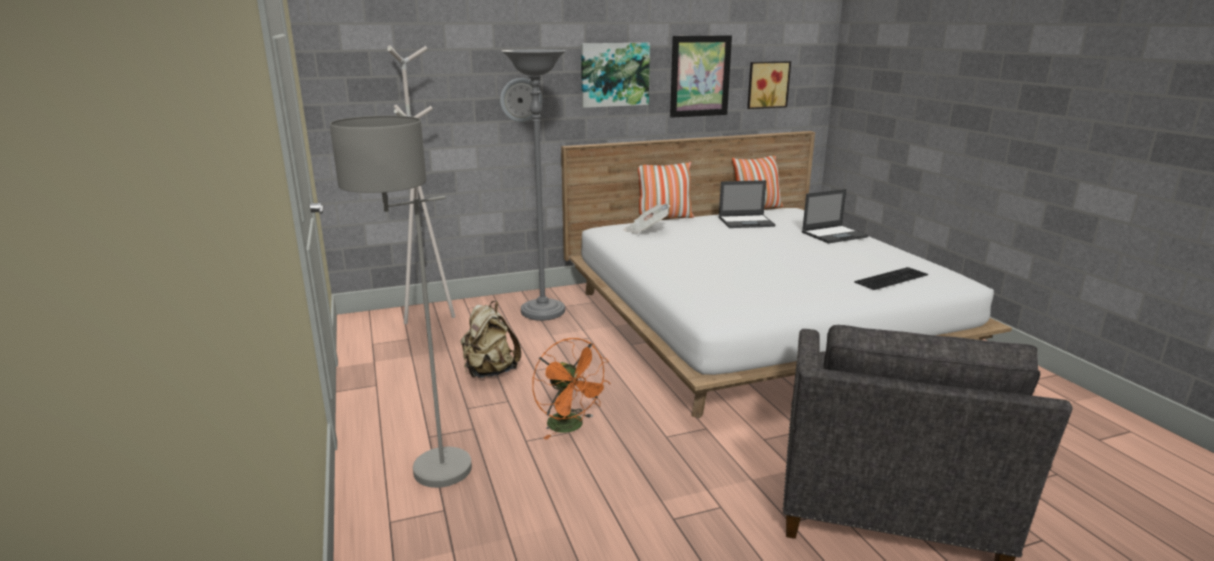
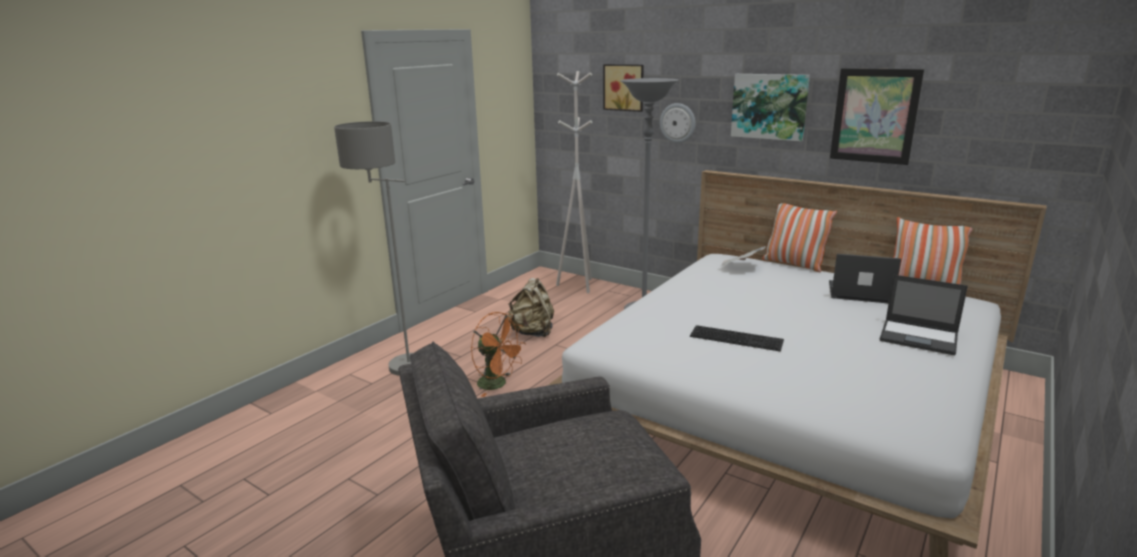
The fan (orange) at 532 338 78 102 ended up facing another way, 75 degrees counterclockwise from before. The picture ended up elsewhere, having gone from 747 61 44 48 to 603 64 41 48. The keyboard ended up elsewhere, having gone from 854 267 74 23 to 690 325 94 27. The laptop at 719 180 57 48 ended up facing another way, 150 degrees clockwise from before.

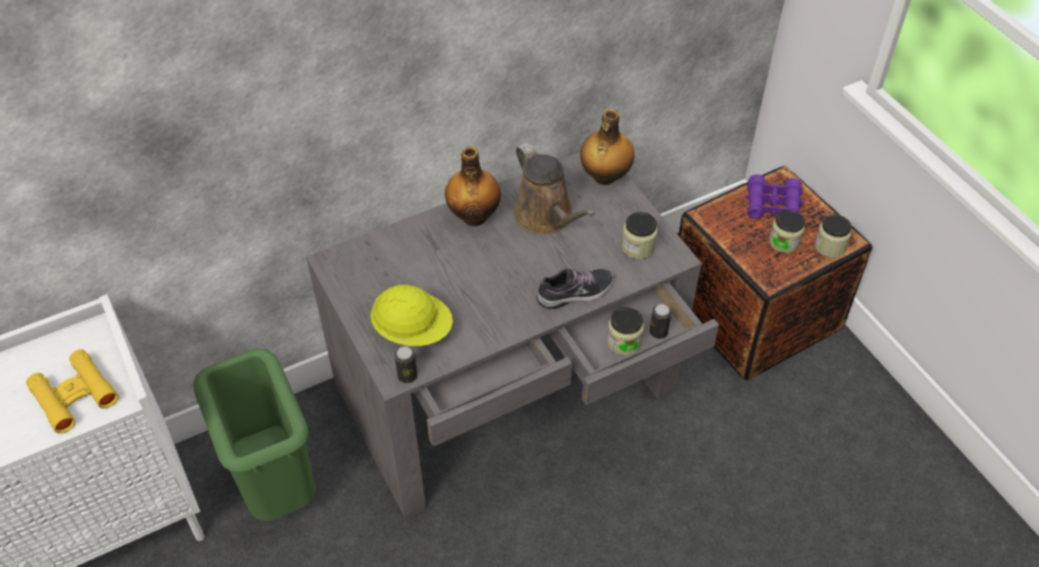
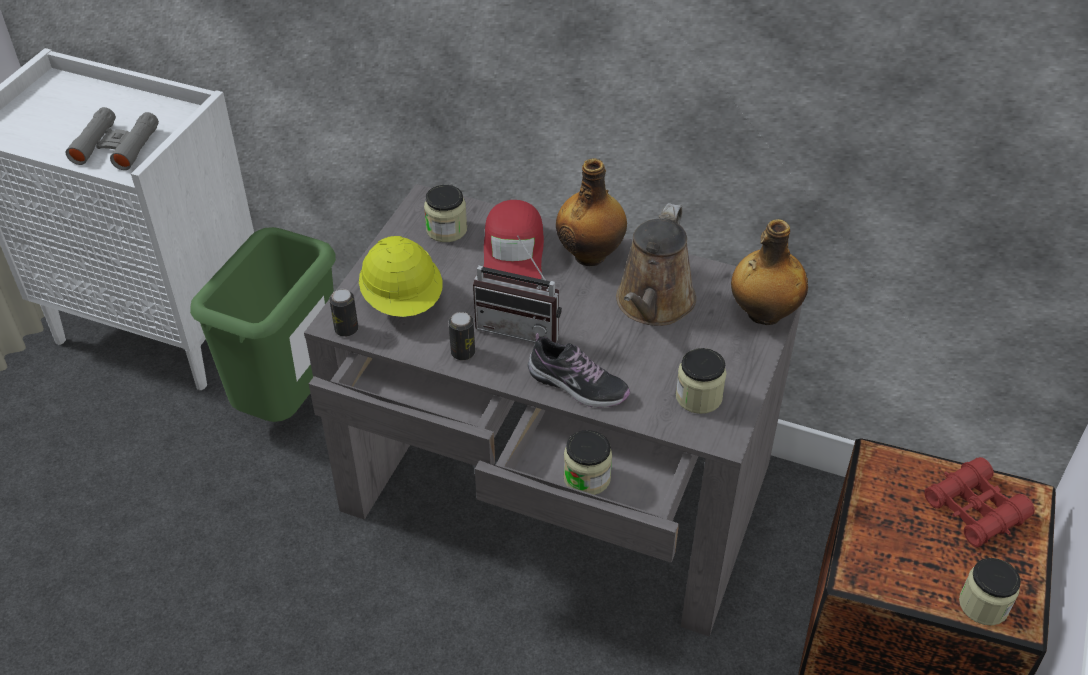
What was the binoculars (yellow) at 26 349 93 85 turned into the binoculars (grey) at 66 107 93 63. The jar ended up elsewhere, having gone from 769 210 36 43 to 424 185 43 57. The can ended up elsewhere, having gone from 650 304 21 35 to 449 312 26 48. The second view gained the radio at 473 235 89 108. The second view gained the cap (red) at 484 200 60 85. What was the binoculars (purple) at 744 174 60 45 turned into the binoculars (red) at 924 457 111 90.

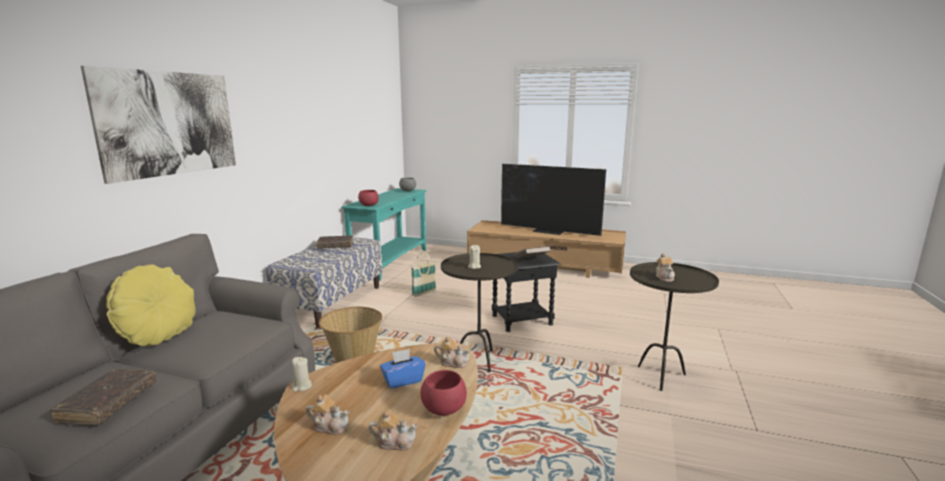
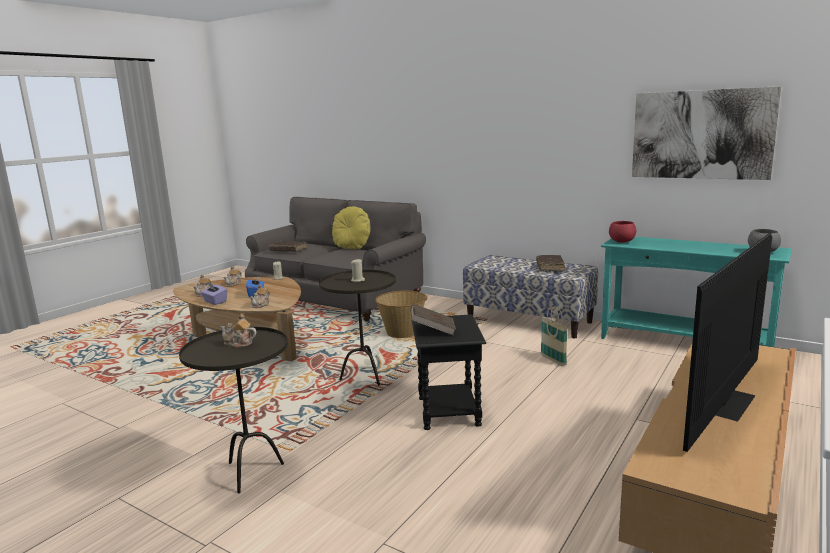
Where the bowl (red) stood at 420 370 47 46, the tissue box (purple) came to stand at 201 283 26 22. The picture ended up elsewhere, having gone from 81 66 155 118 to 632 86 150 94.

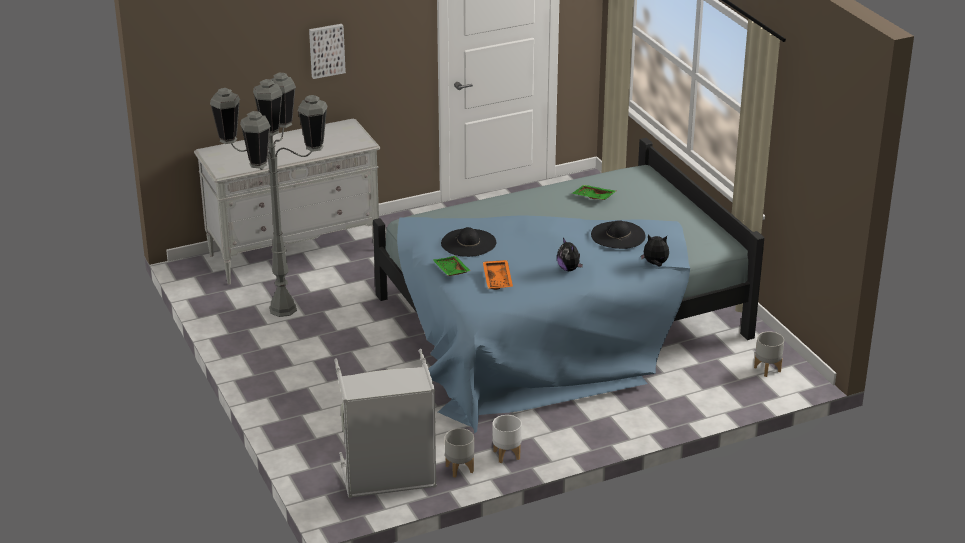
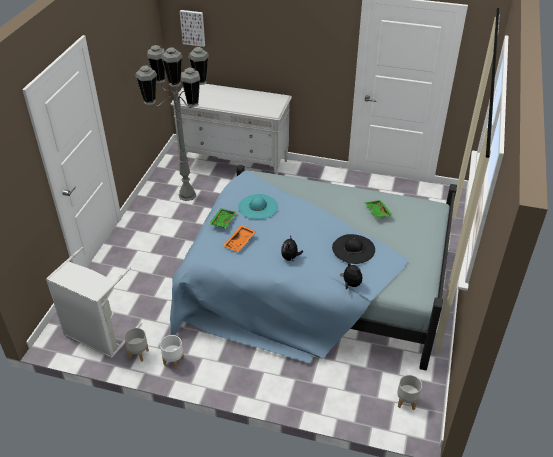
The picture ended up elsewhere, having gone from 309 24 37 55 to 180 10 25 37. What was the hat (black) at 441 227 55 30 turned into the hat (turquoise) at 238 194 40 25.

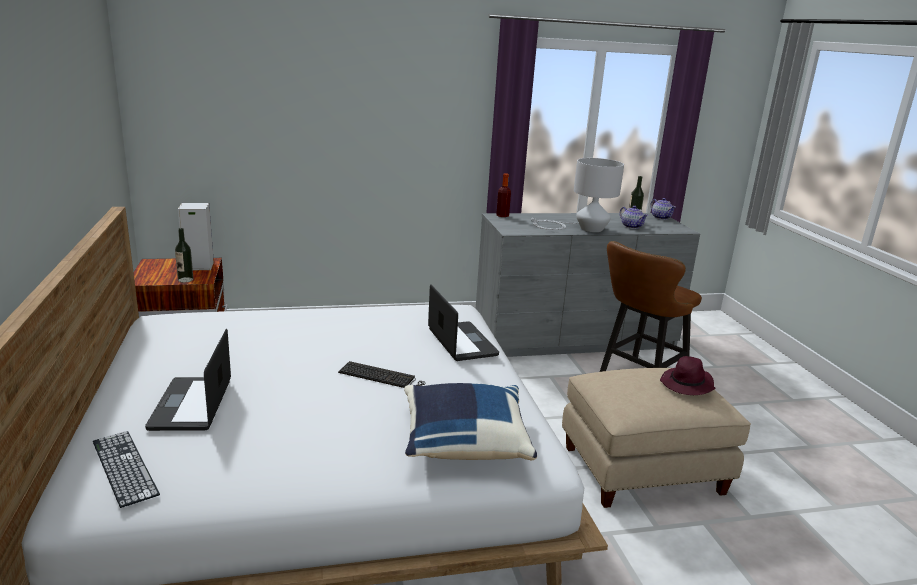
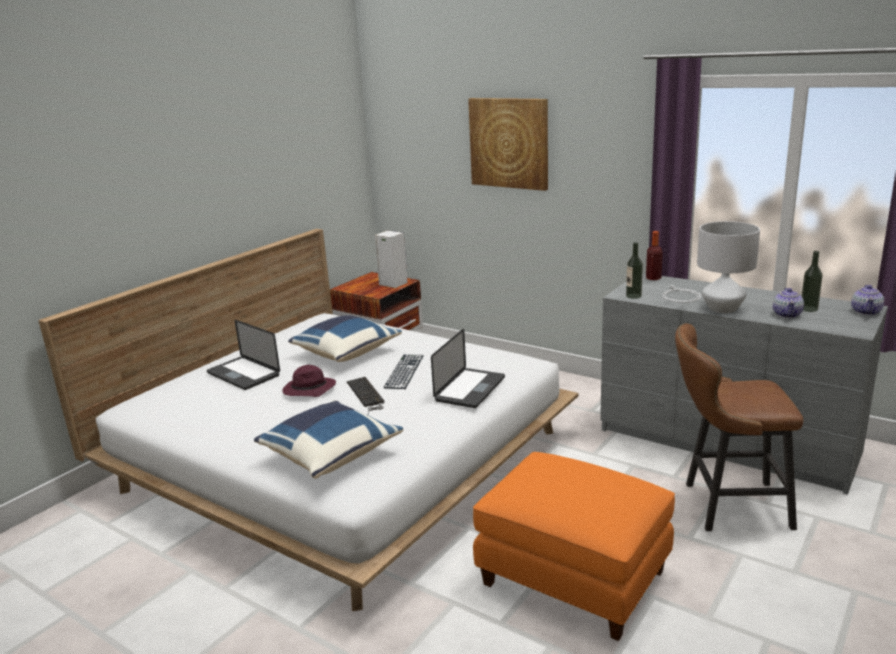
The laptop at 145 329 86 102 ended up facing another way, 90 degrees counterclockwise from before. The hat (purple) ended up elsewhere, having gone from 660 356 55 39 to 282 365 54 32. The second view gained the pillow (blue) at 288 315 114 47. The keyboard ended up elsewhere, having gone from 93 431 67 77 to 383 354 41 35. The second view gained the picture at 468 98 80 93. What was the ottoman (beige) at 562 368 189 140 turned into the ottoman (orange) at 473 452 202 189. The bottle ended up elsewhere, having gone from 175 228 19 55 to 626 242 17 57.

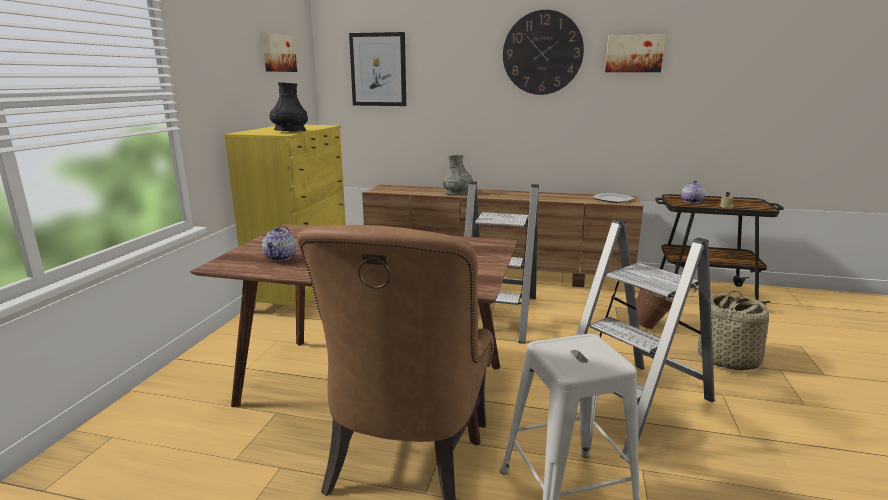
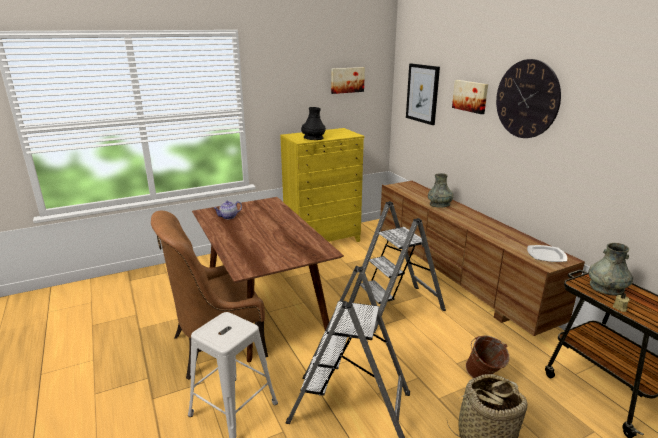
The picture ended up elsewhere, having gone from 605 34 60 38 to 452 80 36 34. Where the teapot stood at 681 180 24 23, the vase (grey) came to stand at 588 243 45 53.

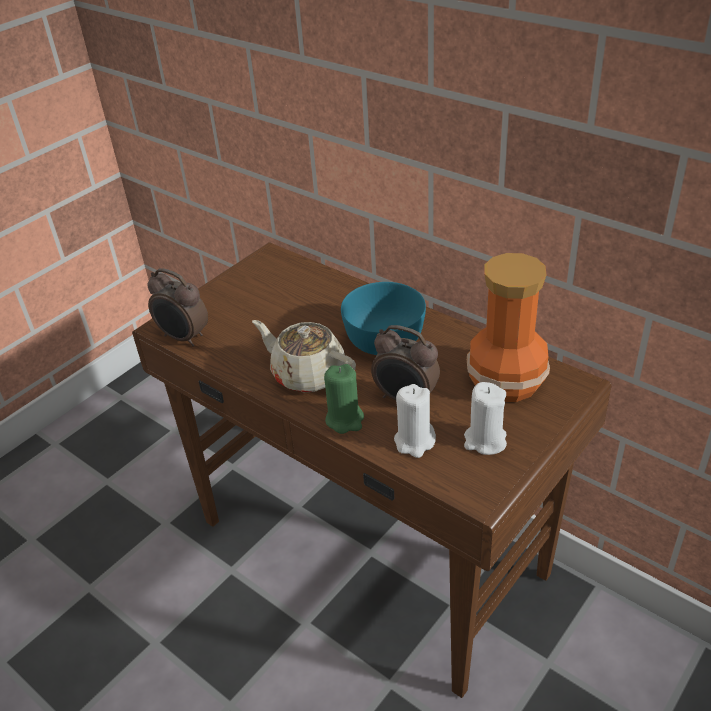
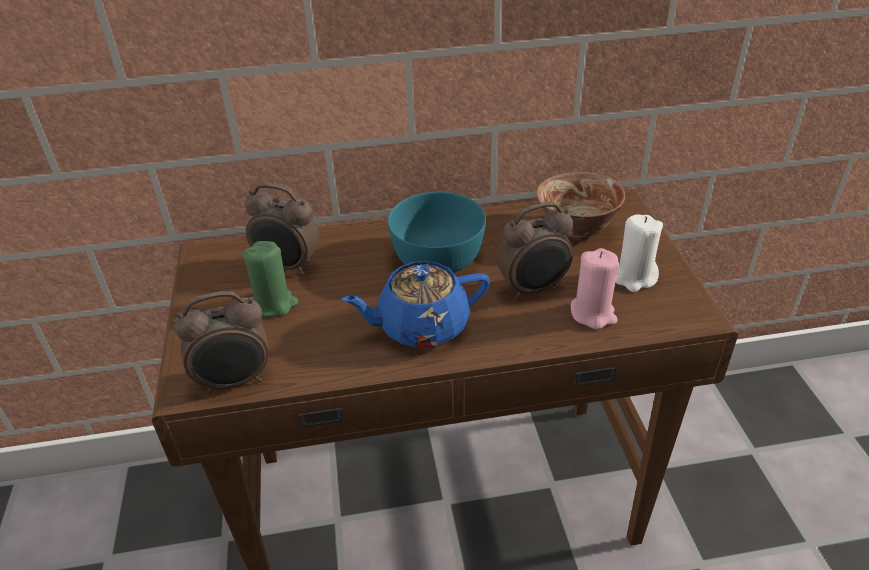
The candle (green) ended up elsewhere, having gone from 324 364 40 70 to 242 241 56 76. The second view gained the alarm clock at 245 183 75 92. What was the teapot (beige) at 252 320 104 72 turned into the teapot (blue) at 341 261 149 87. Where the vase stood at 467 253 83 149, the bowl came to stand at 536 172 89 68. What was the candle (white) at 394 384 42 74 turned into the candle (pink) at 571 248 48 81.

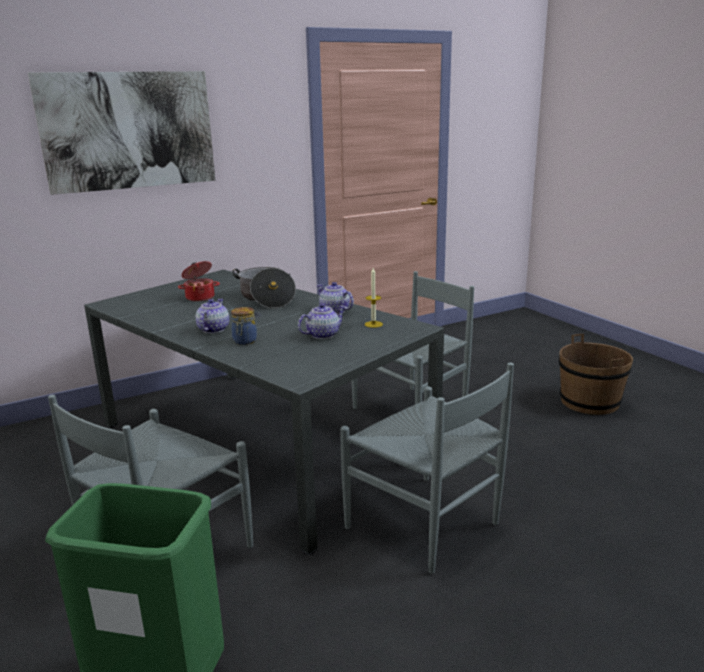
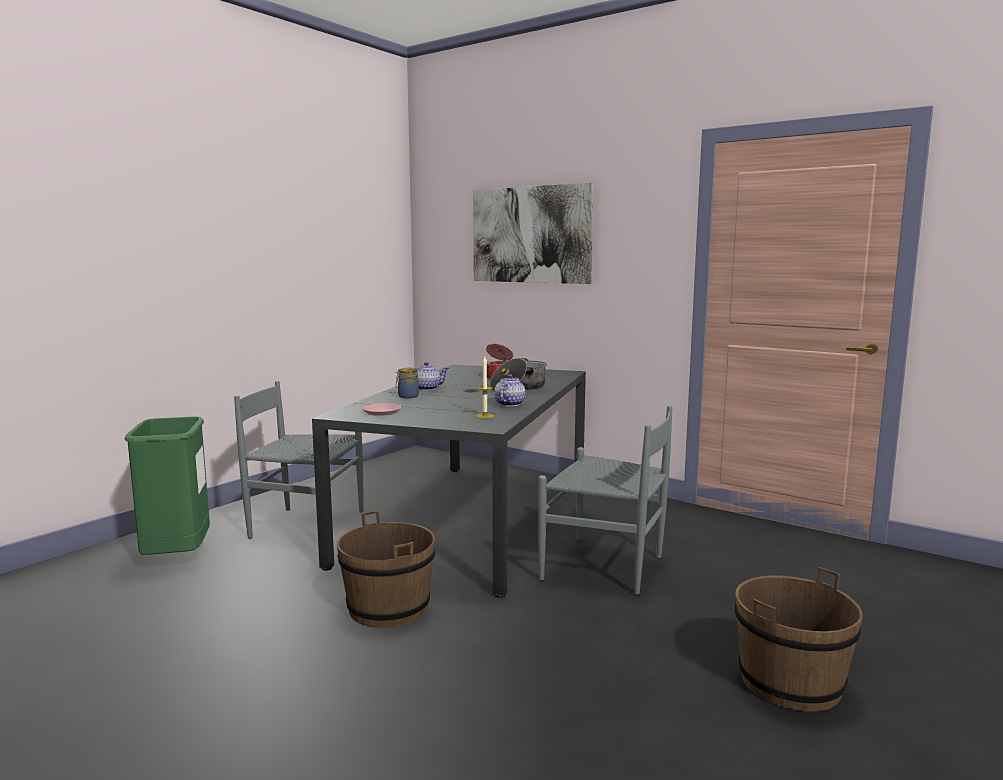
Where the chair (grey) stood at 340 363 174 211, the bucket (brown) came to stand at 337 511 98 117. The second view gained the plate (pink) at 362 403 39 13. The second view lost the teapot at 298 303 48 36.

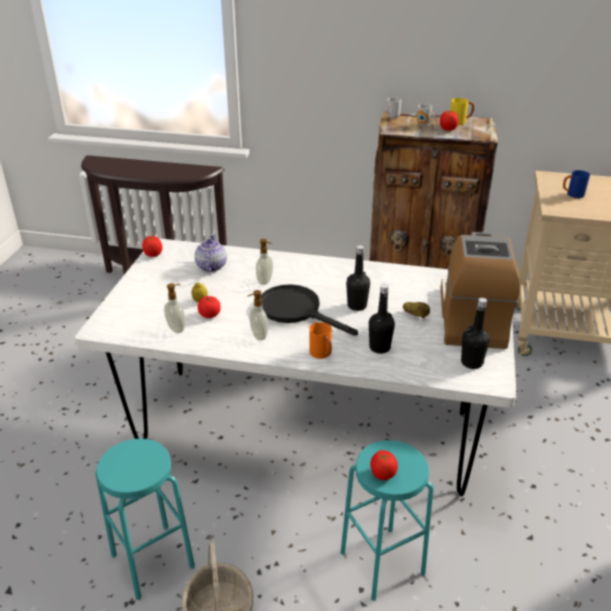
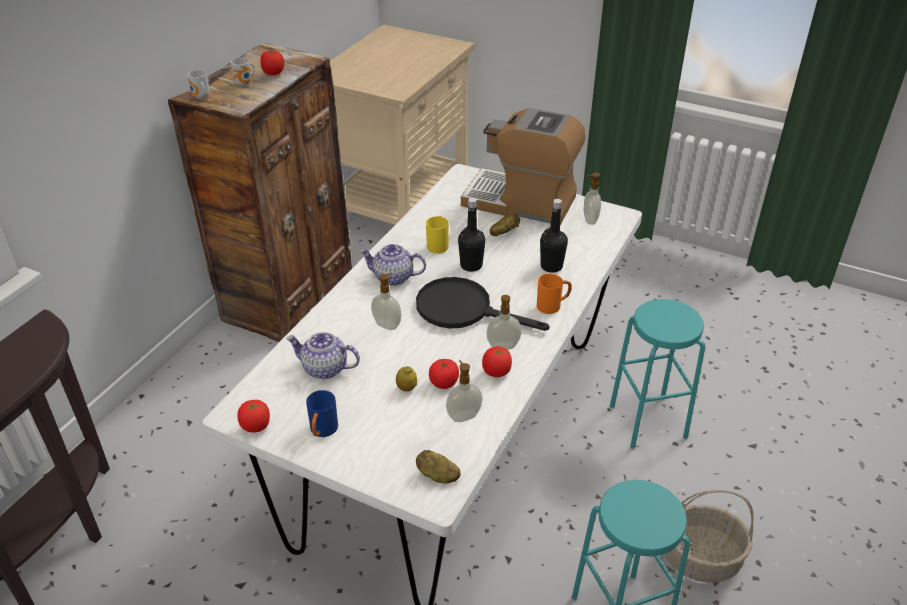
The mug (blue) ended up elsewhere, having gone from 563 170 27 28 to 306 390 32 47. The second view gained the teapot at 359 244 67 42. The frying pan (black) at 261 284 97 52 ended up facing another way, 60 degrees clockwise from before. The second view gained the potato at 416 450 44 33. The mug (yellow) ended up elsewhere, having gone from 450 98 24 27 to 426 216 23 38. The tomato ended up elsewhere, having gone from 370 450 28 30 to 482 347 30 30. Where the bottle (black) stood at 461 298 29 71, the soap dispenser came to stand at 584 173 17 52.

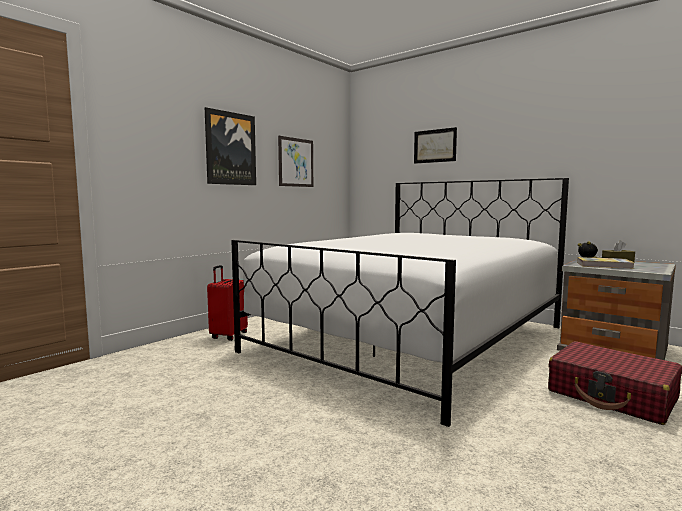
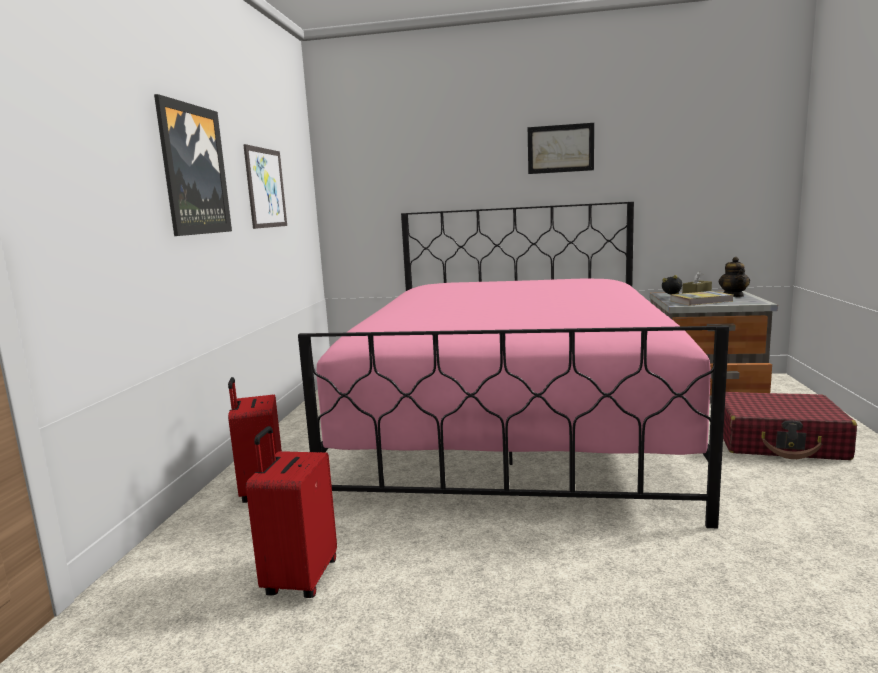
The second view gained the suitcase (red) at 246 426 91 172. What was the bed (white) at 231 178 338 249 turned into the bed (pink) at 298 202 431 326. The picture ended up elsewhere, having gone from 414 127 43 37 to 528 123 66 51. The second view gained the teapot at 719 257 31 40.

